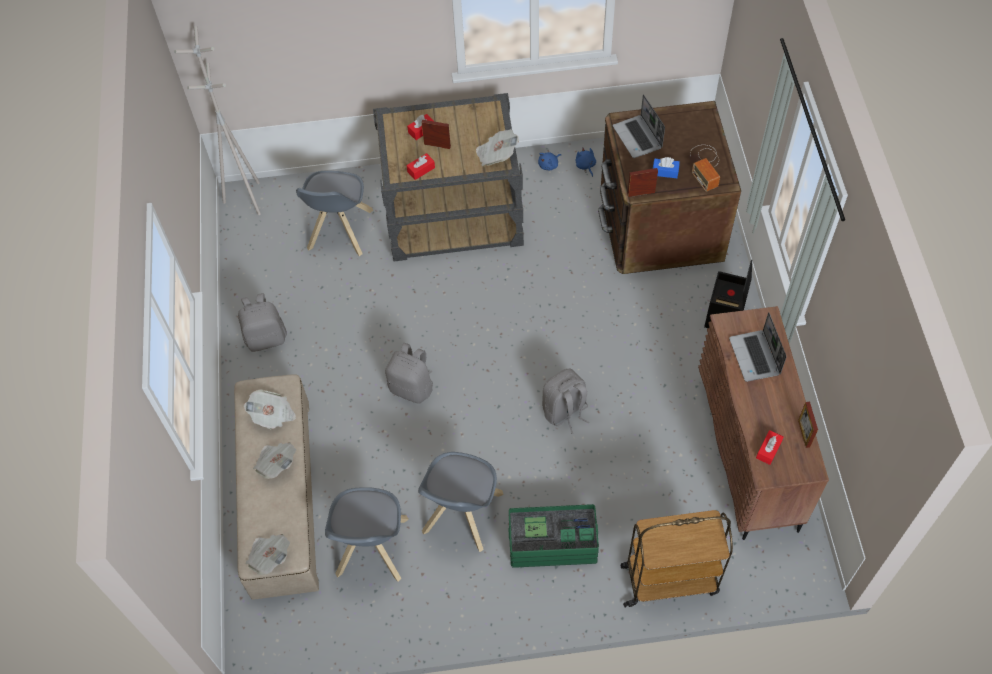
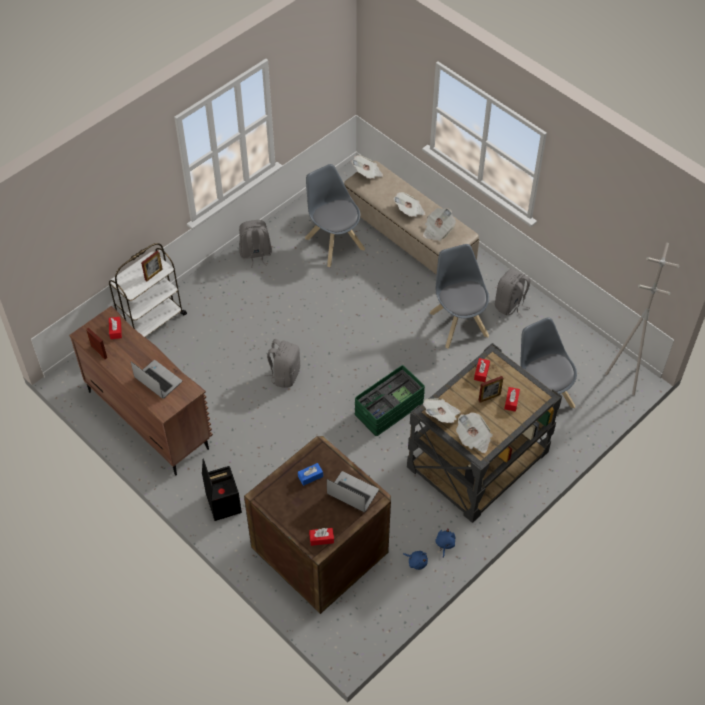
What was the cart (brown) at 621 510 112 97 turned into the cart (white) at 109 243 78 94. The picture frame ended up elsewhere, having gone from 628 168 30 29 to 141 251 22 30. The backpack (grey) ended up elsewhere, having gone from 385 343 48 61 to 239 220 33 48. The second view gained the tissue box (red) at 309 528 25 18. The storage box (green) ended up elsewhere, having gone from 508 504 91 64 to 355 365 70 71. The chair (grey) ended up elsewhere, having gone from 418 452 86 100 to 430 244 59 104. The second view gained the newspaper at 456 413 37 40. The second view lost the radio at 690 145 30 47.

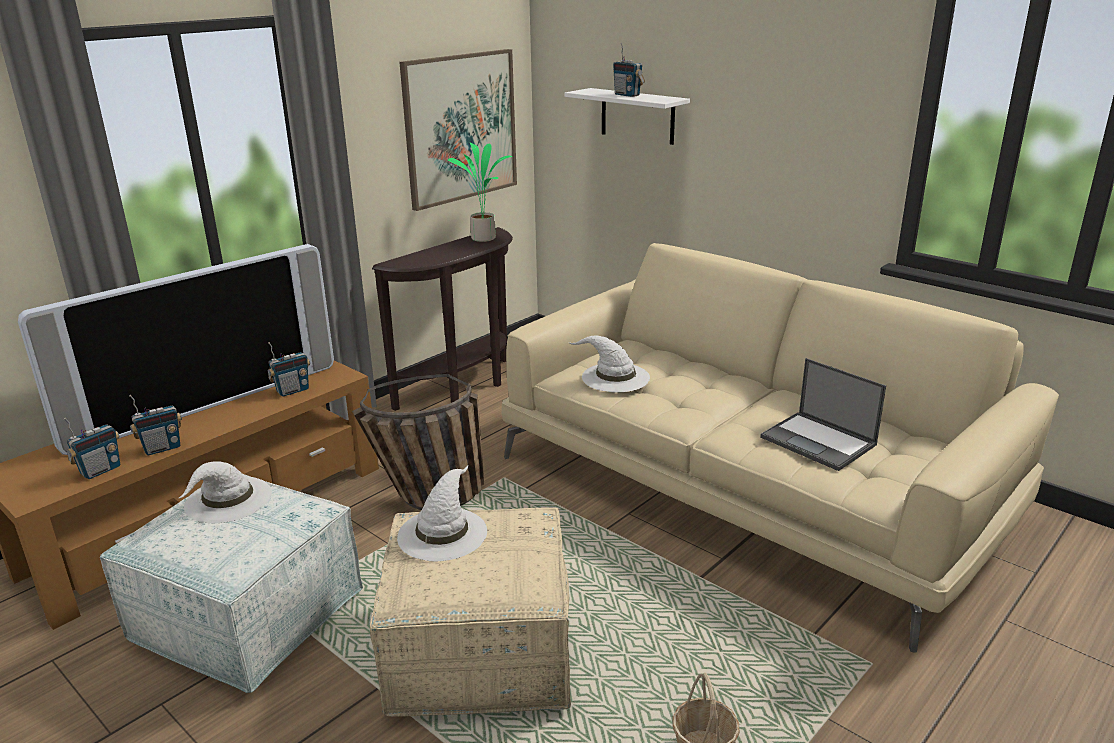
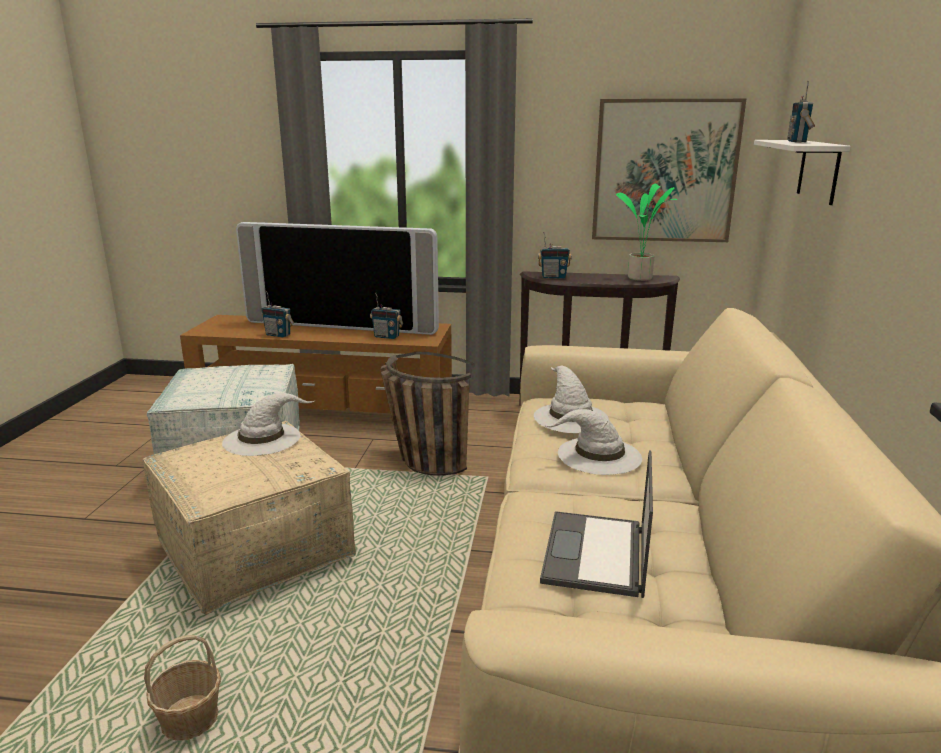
The radio ended up elsewhere, having gone from 64 418 56 61 to 538 232 34 47. The hat (white) ended up elsewhere, having gone from 179 461 93 63 to 544 409 98 66.

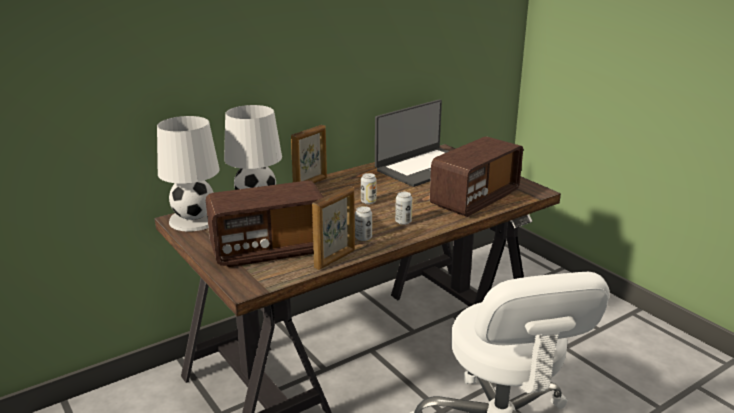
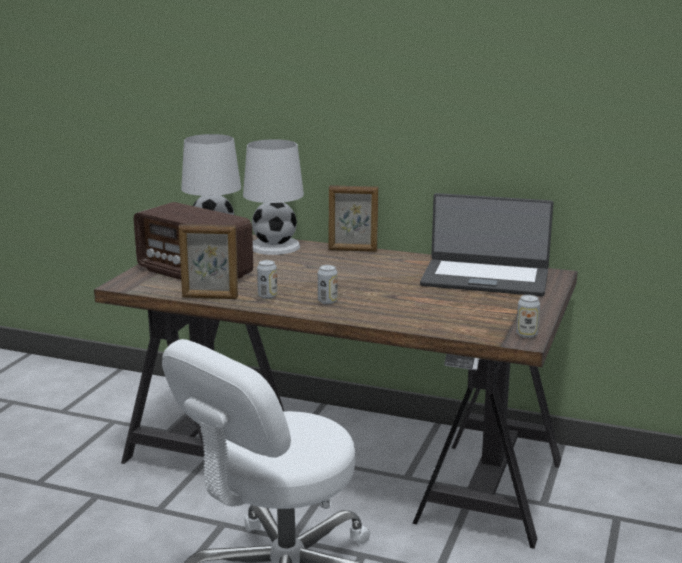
The can ended up elsewhere, having gone from 361 173 15 31 to 516 295 24 43. The second view lost the radio at 430 136 93 81.

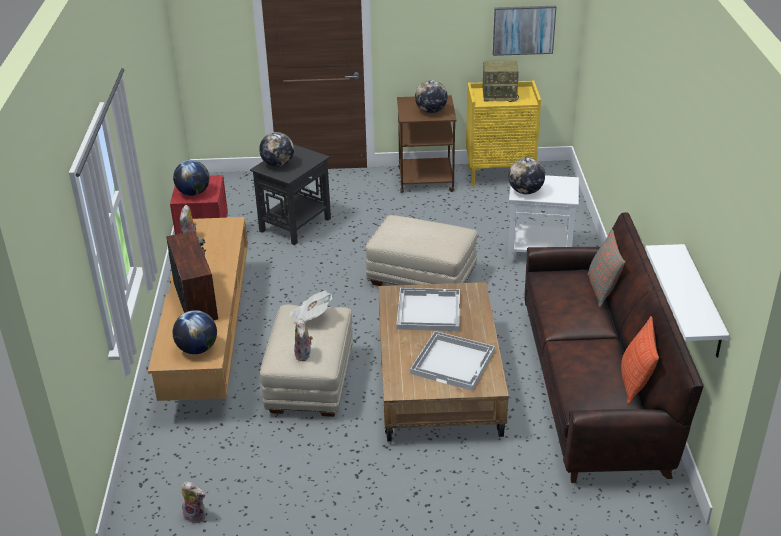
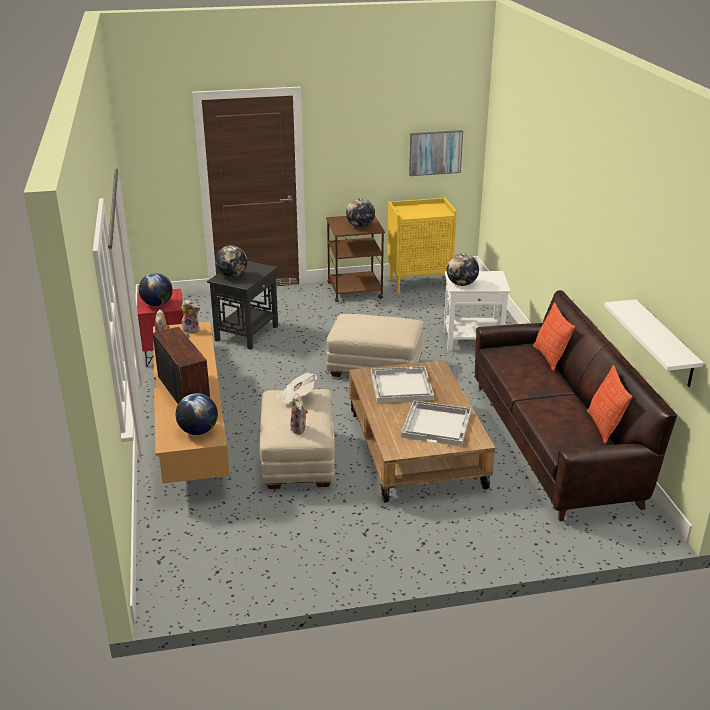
The plush toy ended up elsewhere, having gone from 181 481 25 43 to 181 299 19 35. What was the pillow (grey) at 587 229 38 79 turned into the pillow (orange) at 533 303 42 68. The second view lost the radio at 483 60 36 42.

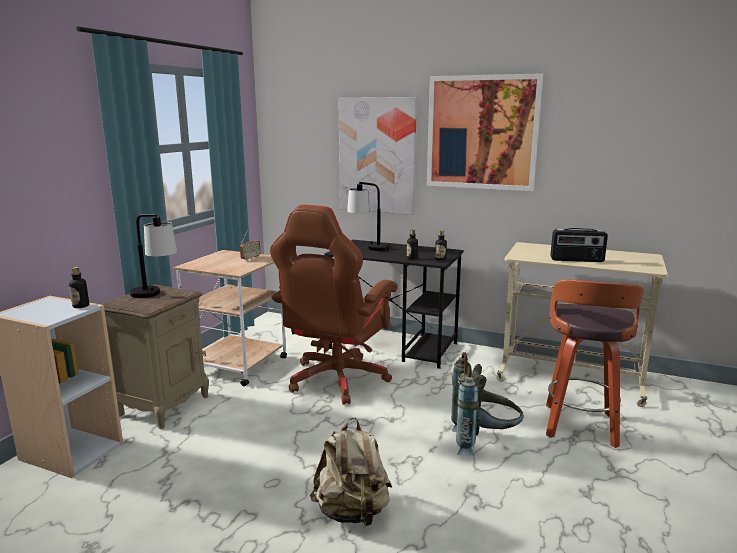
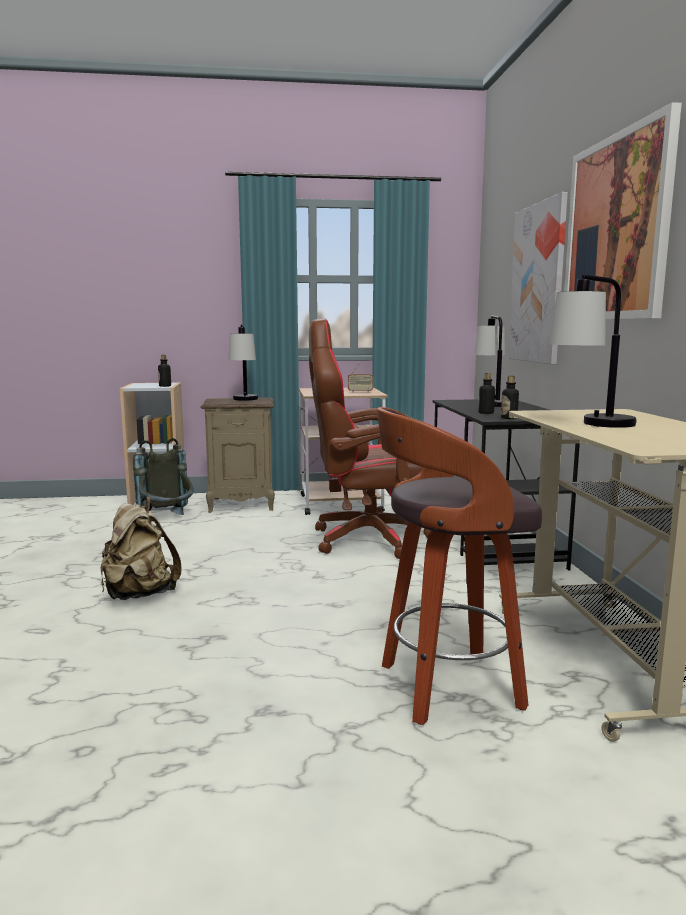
The backpack (grey) ended up elsewhere, having gone from 451 352 73 104 to 133 438 61 77. Where the radio stood at 550 228 58 34, the table lamp came to stand at 549 275 87 153.

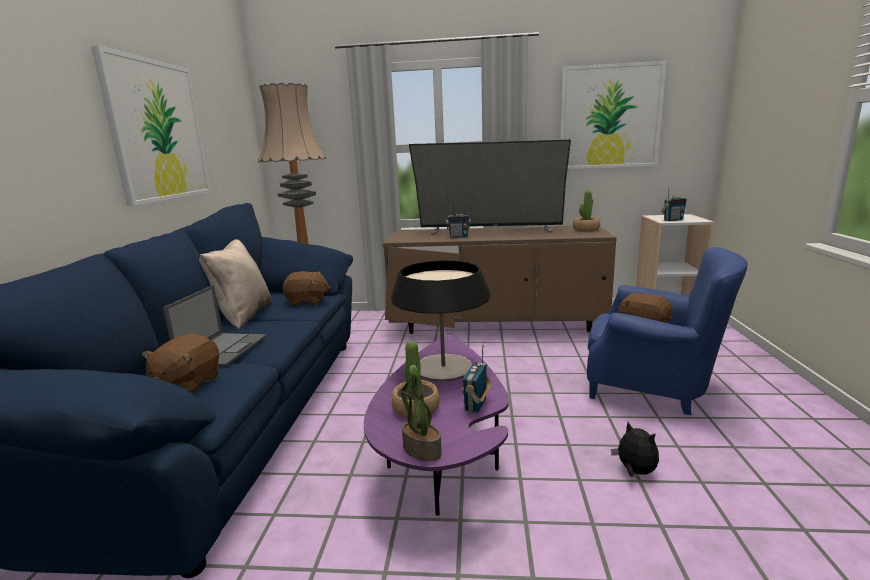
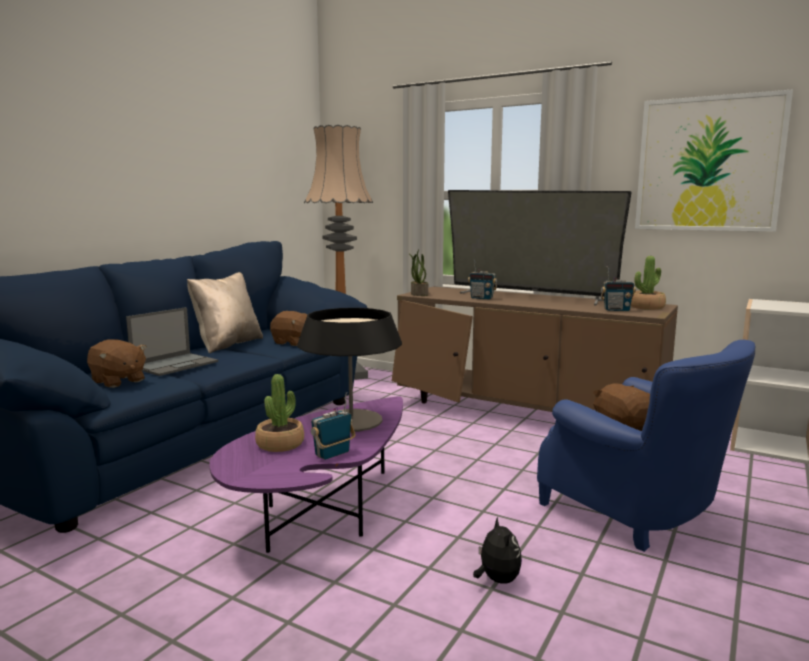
The plush toy (brown) at 142 333 77 61 ended up facing another way, 90 degrees counterclockwise from before. The potted plant ended up elsewhere, having gone from 401 375 41 86 to 409 249 19 47. The radio ended up elsewhere, having gone from 661 187 26 34 to 601 266 35 45. The second view lost the picture at 91 45 120 161.

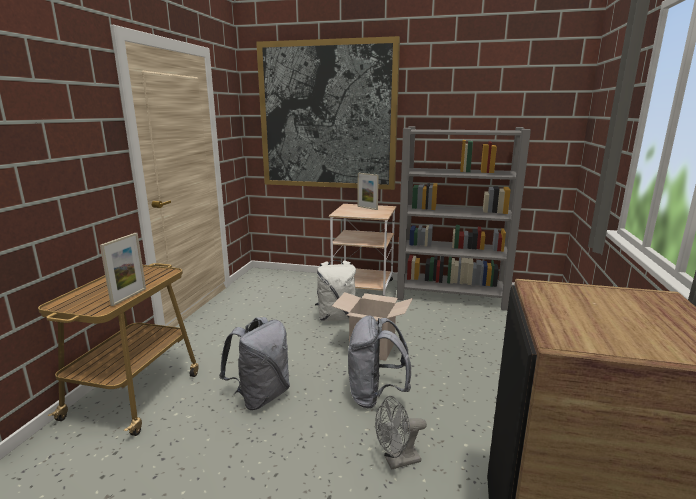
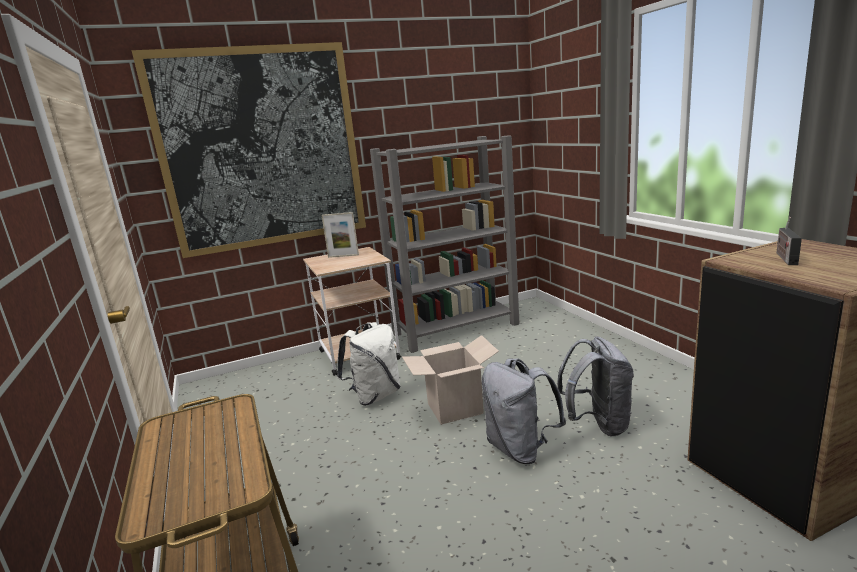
The backpack (grey) ended up elsewhere, having gone from 219 317 71 93 to 557 336 77 100. The second view gained the radio at 776 217 26 48. The second view lost the picture frame at 100 233 46 73. The second view lost the fan (grey) at 375 396 52 74.

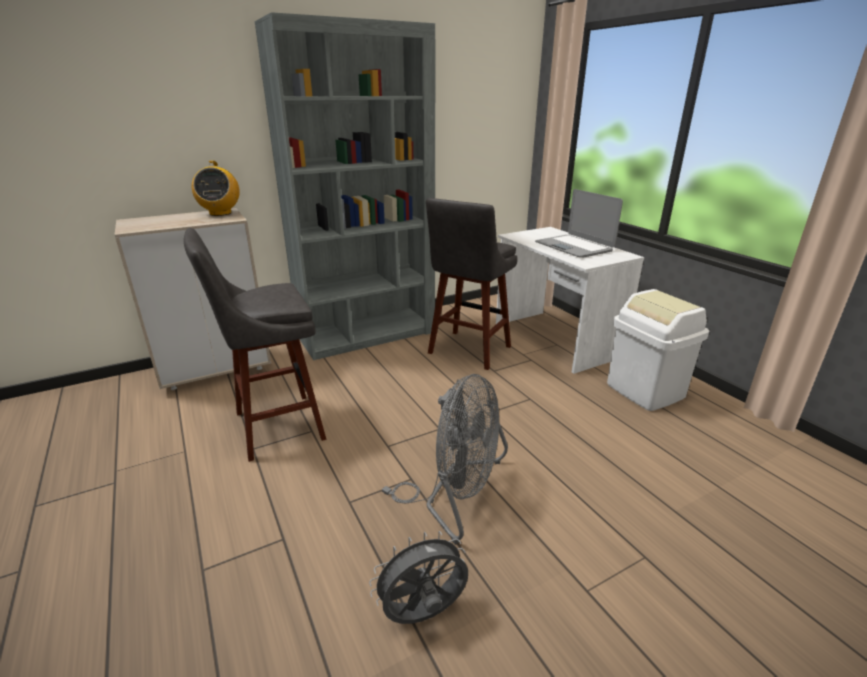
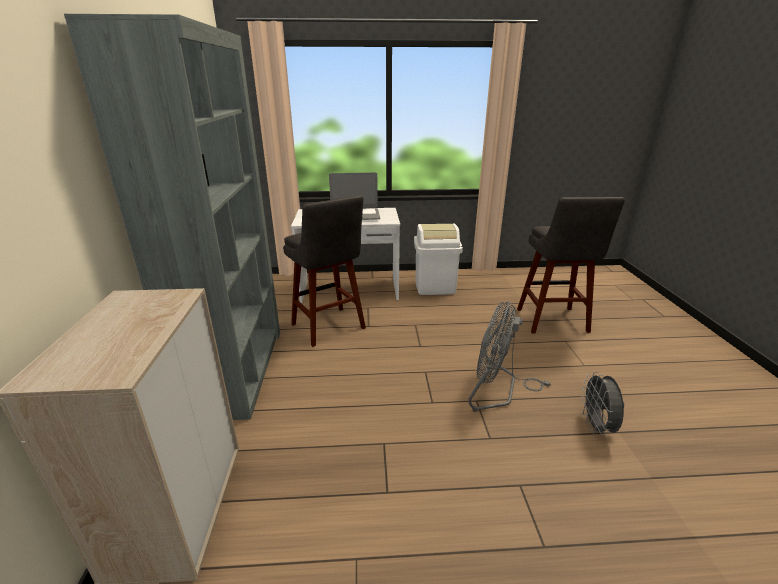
The fan (grey) at 381 374 127 171 ended up facing another way, 120 degrees counterclockwise from before. The stool (grey) ended up elsewhere, having gone from 184 228 142 234 to 517 197 108 137. The second view lost the radio at 192 161 48 55.

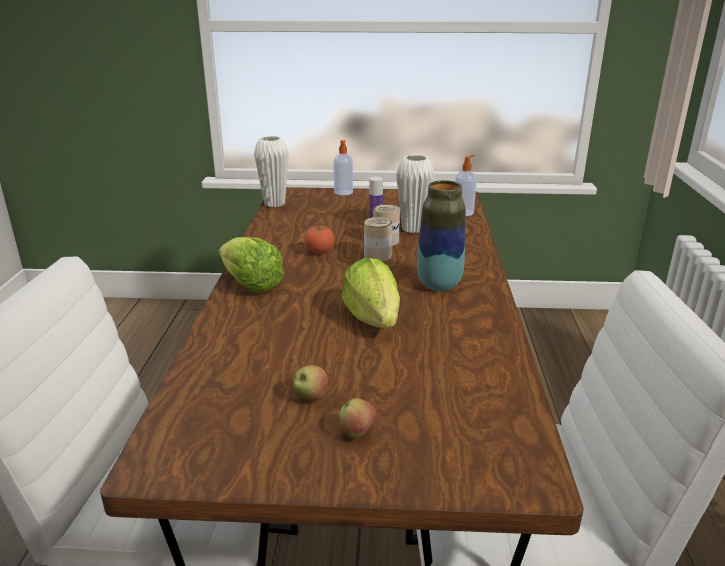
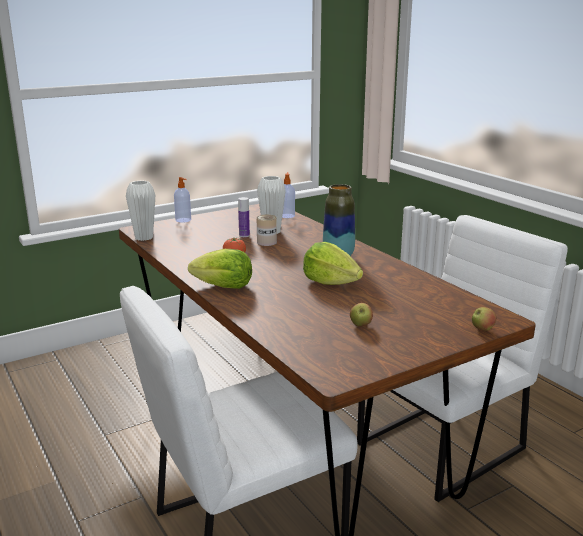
The apple ended up elsewhere, having gone from 339 398 38 40 to 472 307 24 24. The second view lost the can at 364 217 28 45.

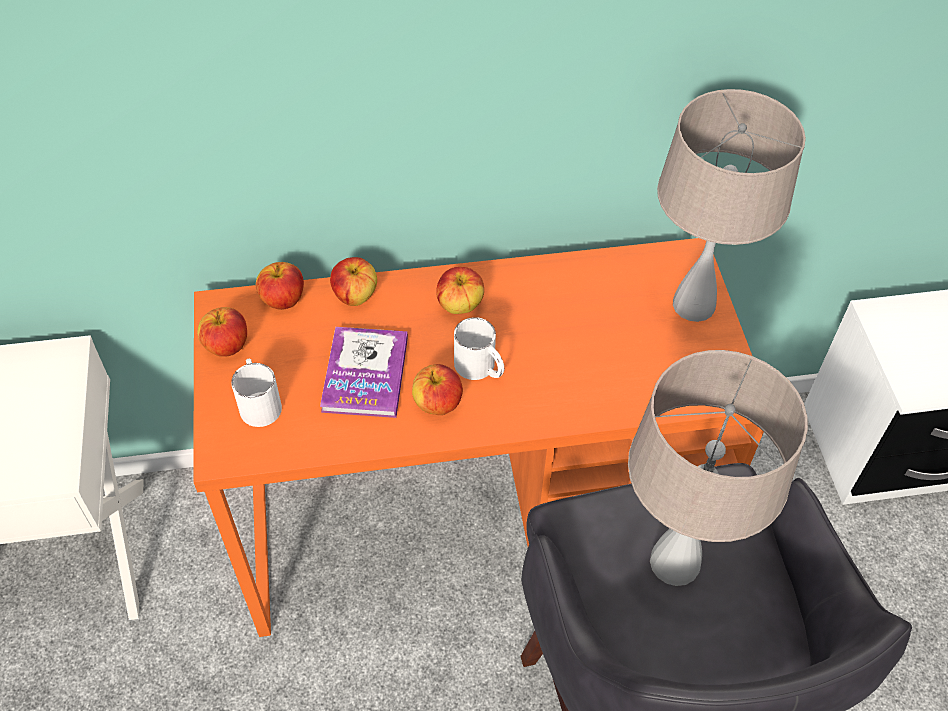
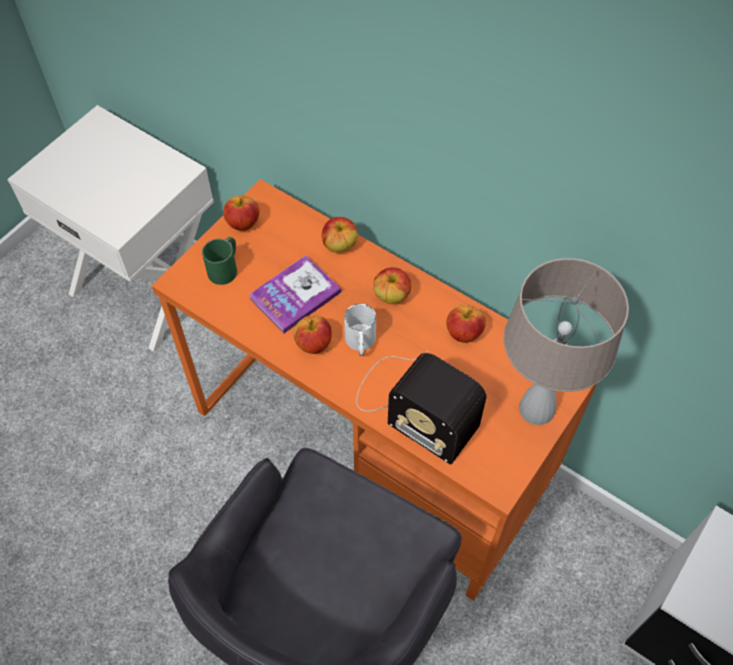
What was the mug (white) at 231 359 51 68 turned into the mug (green) at 202 237 35 48. The second view gained the radio at 356 351 130 114. The apple ended up elsewhere, having gone from 256 262 48 48 to 446 305 40 38. The second view lost the table lamp (beige) at 628 350 180 236.

